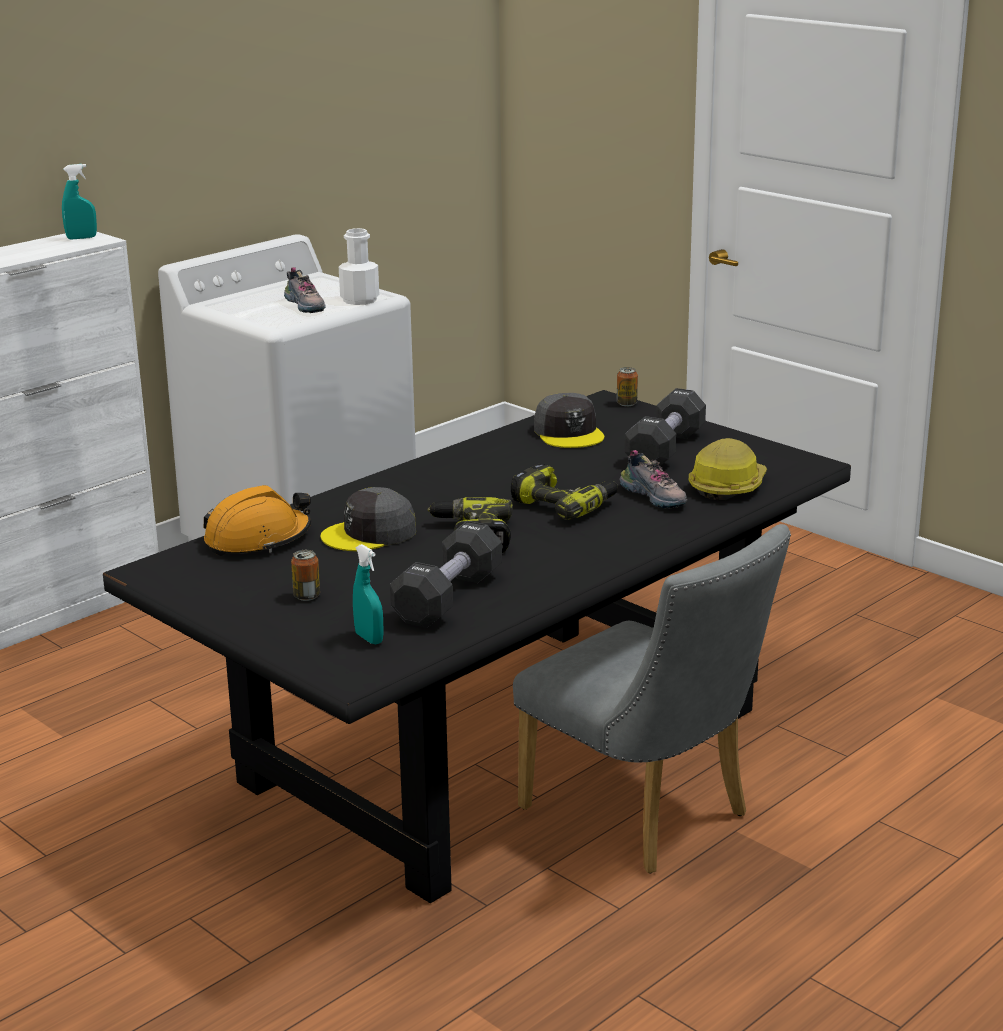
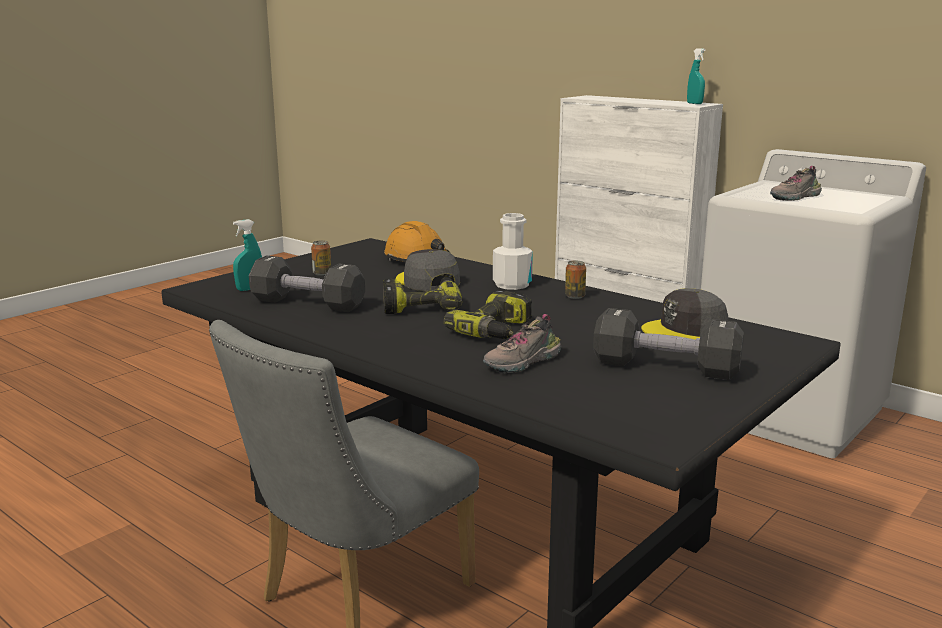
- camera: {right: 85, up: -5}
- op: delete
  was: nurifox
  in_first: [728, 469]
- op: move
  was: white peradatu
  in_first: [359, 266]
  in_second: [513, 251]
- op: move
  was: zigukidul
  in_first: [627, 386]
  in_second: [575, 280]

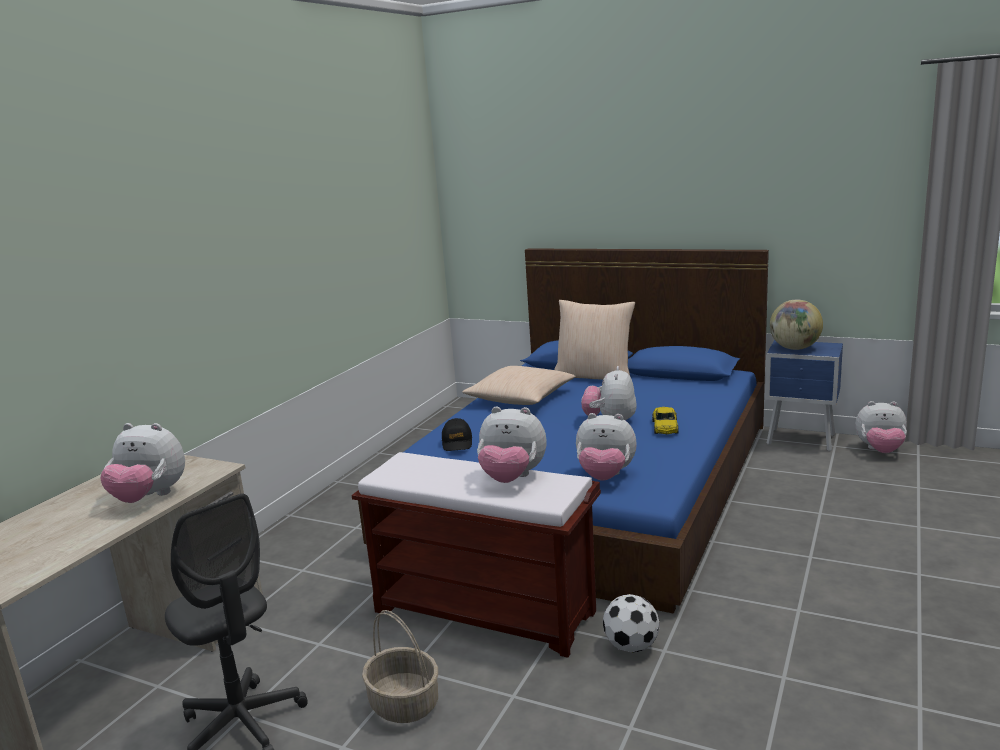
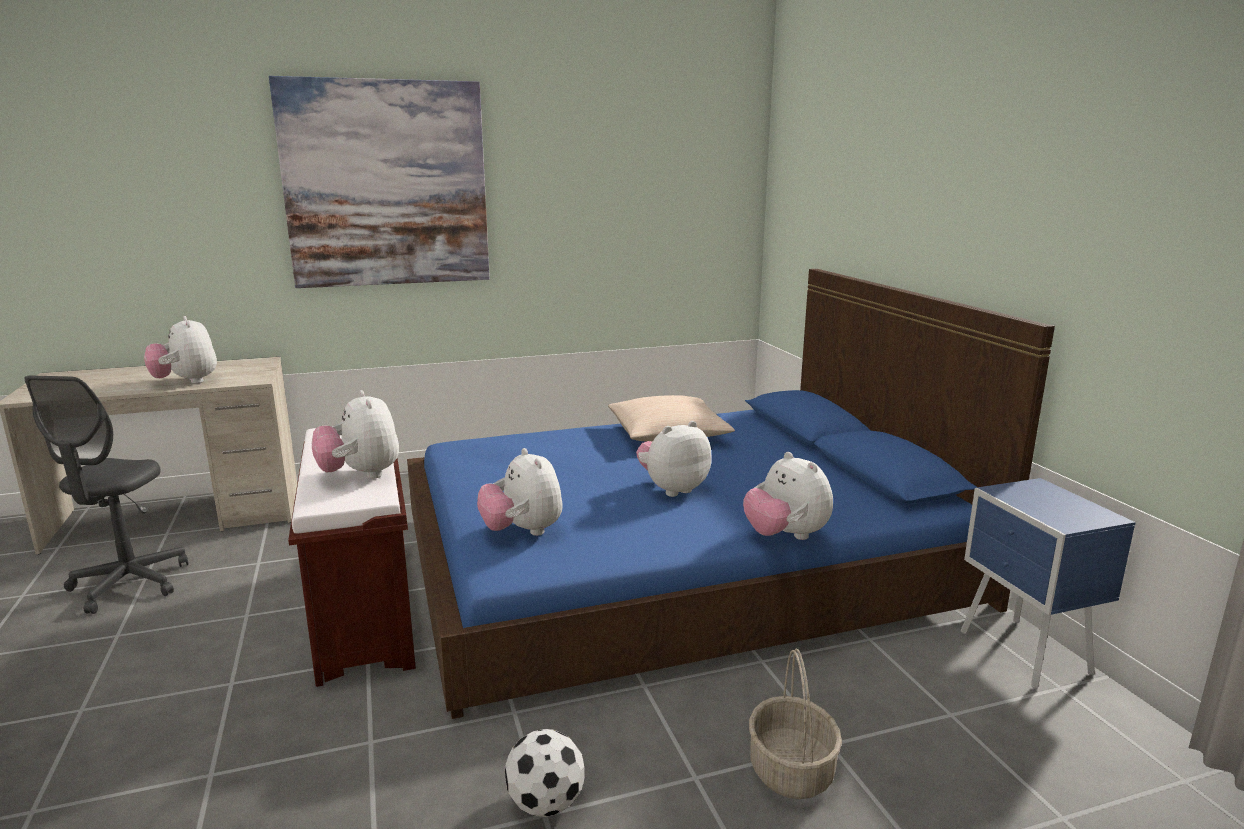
- camera: {right: 45, up: 0}
- op: delete
  was: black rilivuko
  in_first: [457, 434]
- op: delete
  was: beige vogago
  in_first: [594, 340]
- op: delete
  was: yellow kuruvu
  in_first: [665, 420]
- op: delete
  was: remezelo
  in_first: [796, 324]
- op: insert
  now: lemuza
  in_second: [379, 182]
- op: move
  was: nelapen
  in_first: [400, 666]
  in_second: [795, 723]
- op: move
  was: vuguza
  in_first: [631, 623]
  in_second: [545, 773]
- op: move
  was: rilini
  in_first: [881, 427]
  in_second: [788, 496]

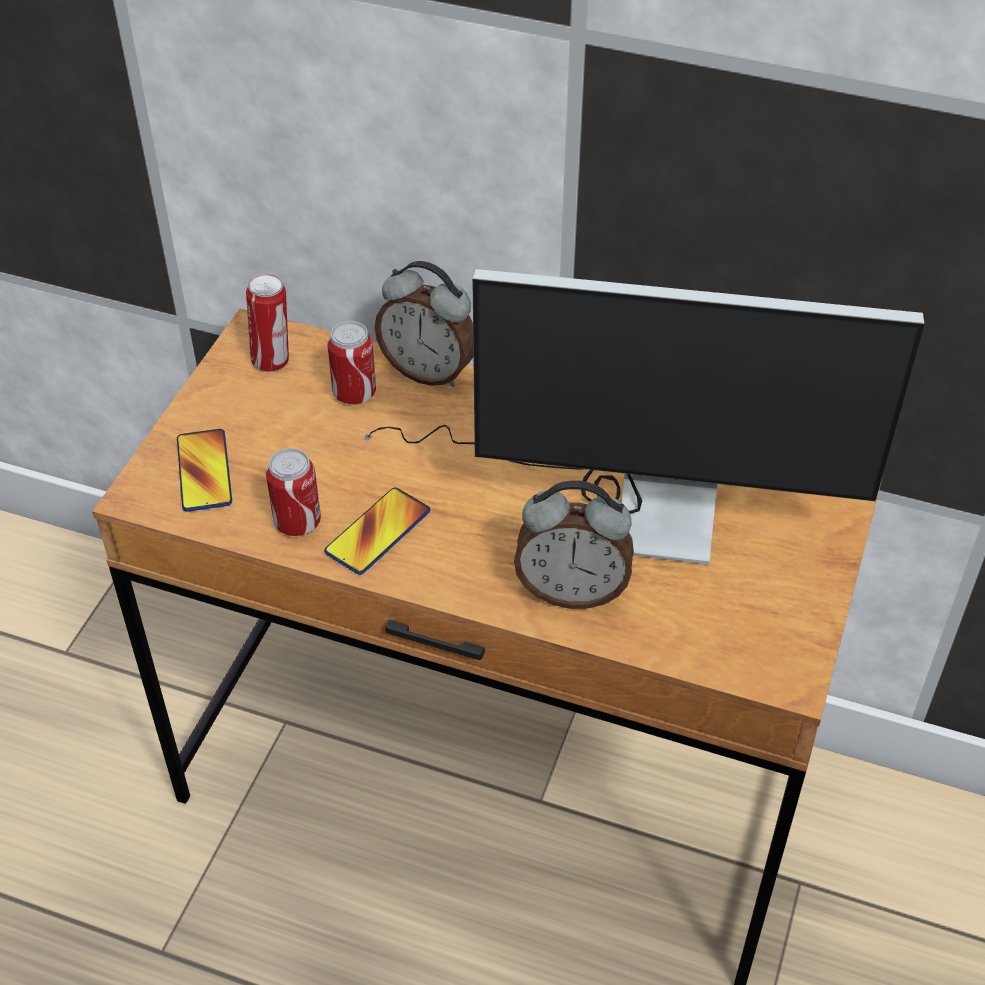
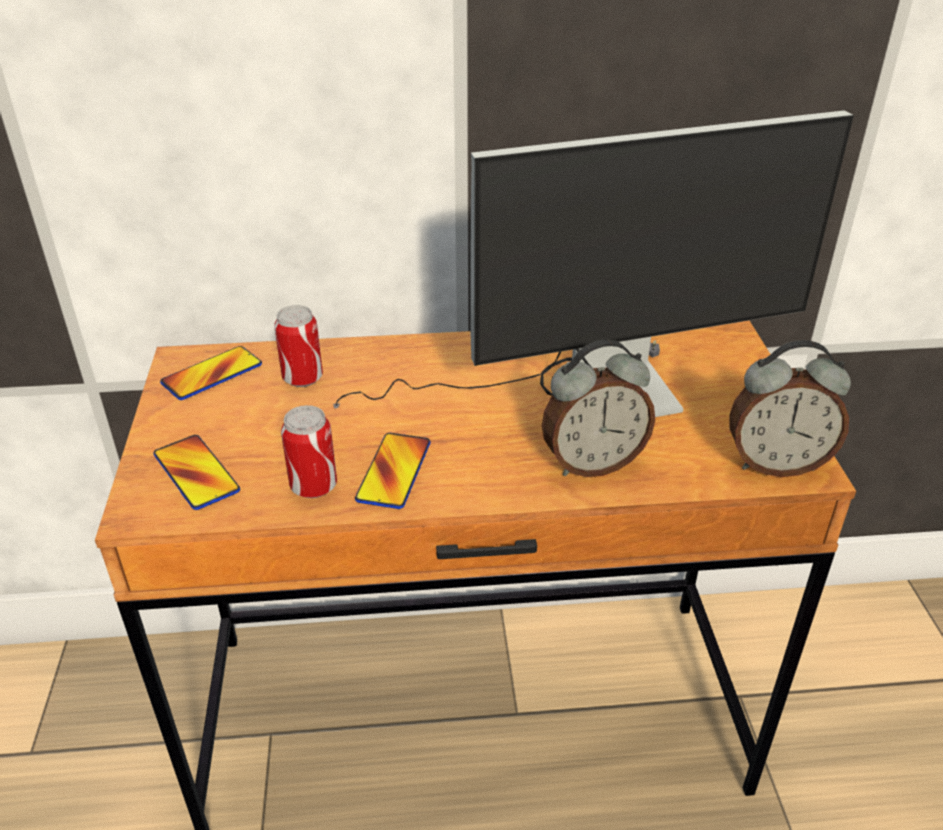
- camera: {right: -25, up: -10}
- op: move
  was: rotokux
  in_first: [424, 324]
  in_second: [790, 408]
- op: replace
  was: zigukidul
  now: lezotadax
  in_first: [267, 323]
  in_second: [211, 373]

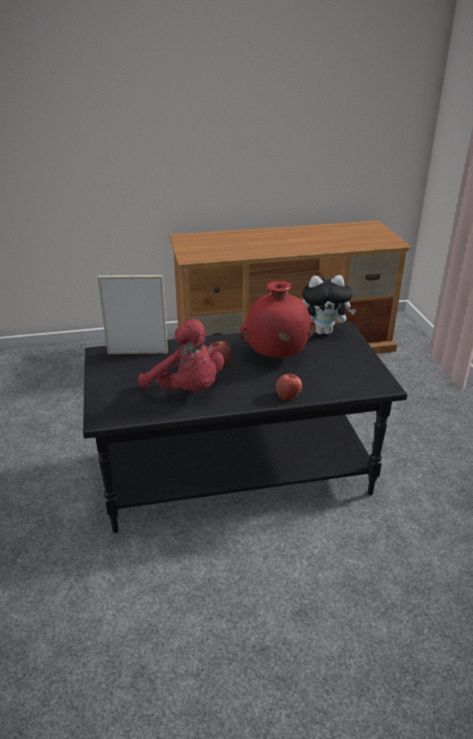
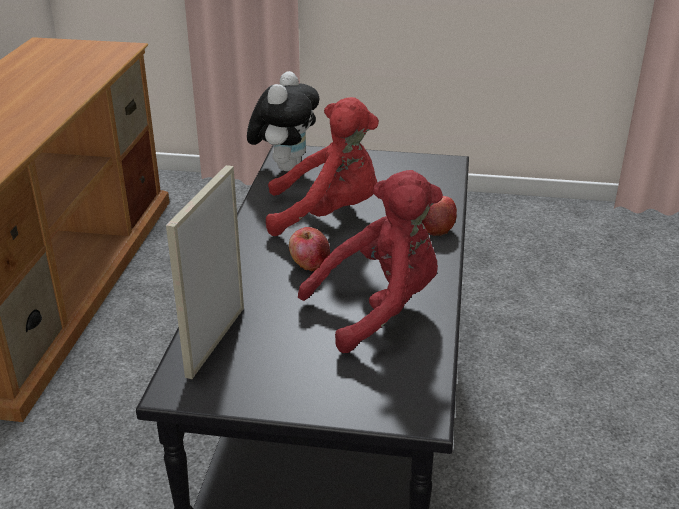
- camera: {right: -70, up: 0}
- op: replace
  was: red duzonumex
  now: red rilini
  in_first: [278, 319]
  in_second: [322, 166]

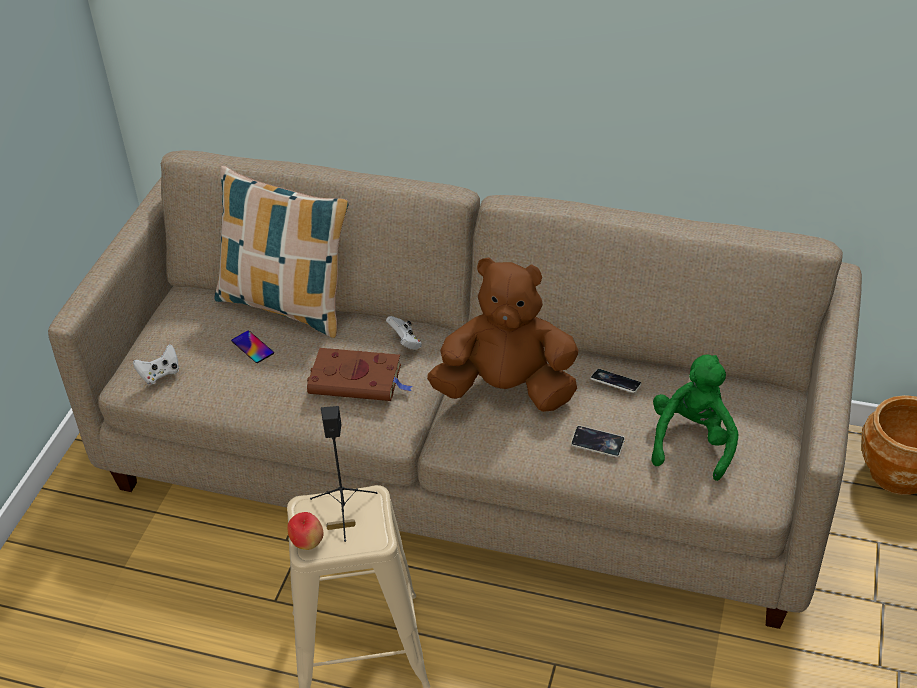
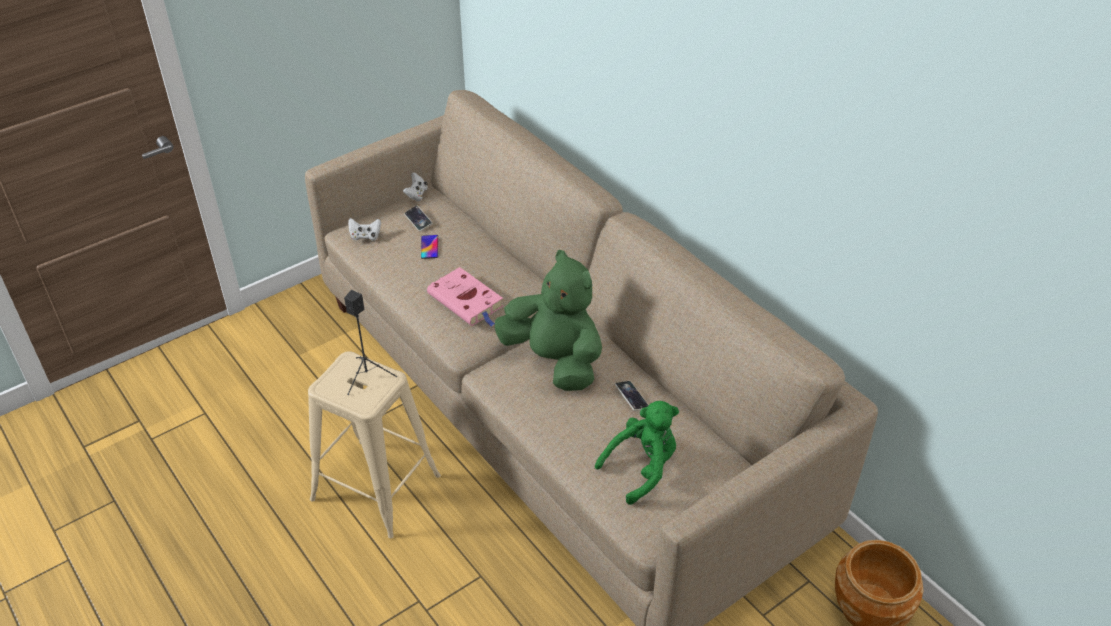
- camera: {right: 35, up: 0}
- op: delete
  was: vogago
  in_first: [281, 252]
- op: delete
  was: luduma
  in_first: [305, 531]
- op: move
  was: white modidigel
  in_first: [404, 333]
  in_second: [415, 186]
- op: move
  was: lezotadax
  in_first: [598, 441]
  in_second: [418, 218]
- op: recolor
  was: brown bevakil
  now: pink bevakil
  in_first: [360, 374]
  in_second: [465, 297]
- op: recolor
  was: brown rilini
  now: green rilini
  in_first: [503, 334]
  in_second: [548, 320]

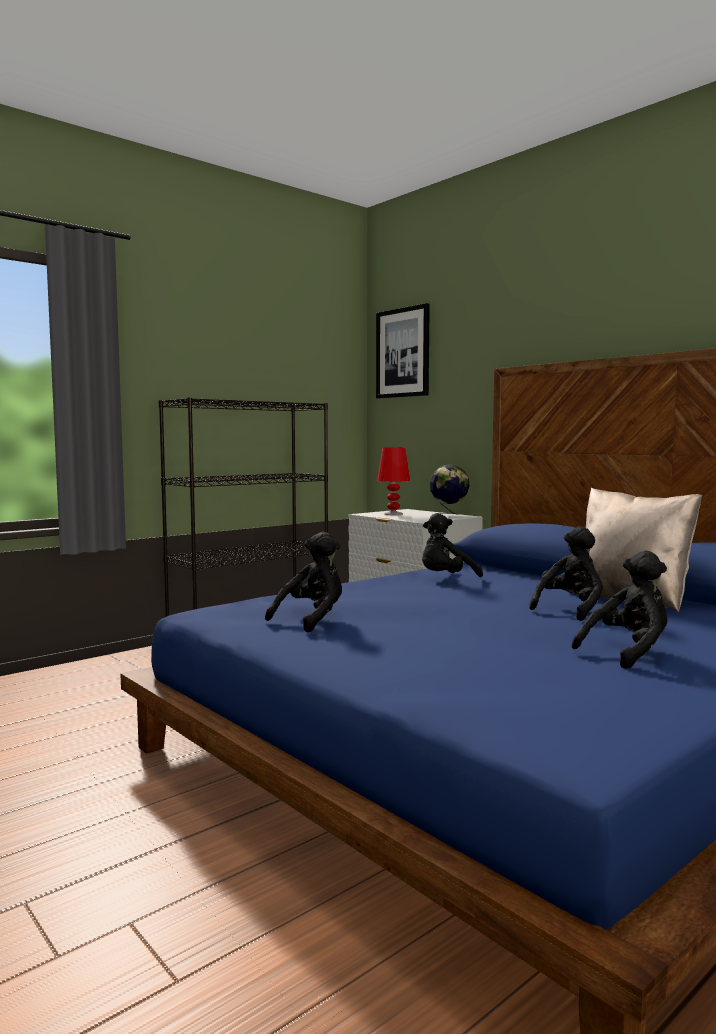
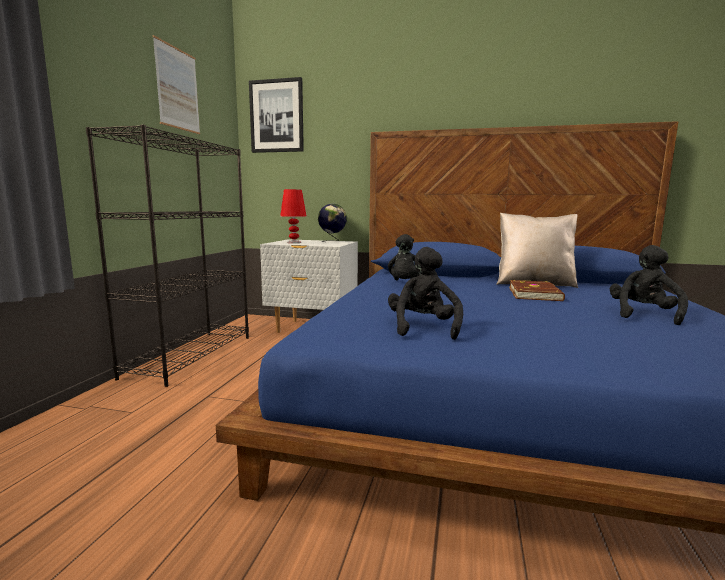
- camera: {right: -35, up: 5}
- op: insert
  now: lemuza
  in_second: [176, 84]
- op: replace
  was: black rilini
  now: brown bevakil
  in_first: [566, 573]
  in_second: [537, 290]

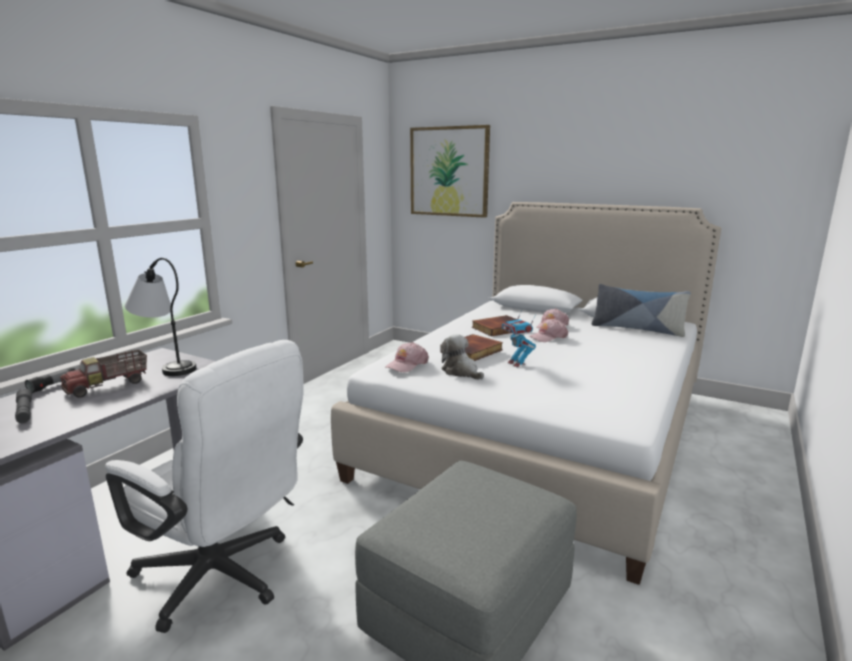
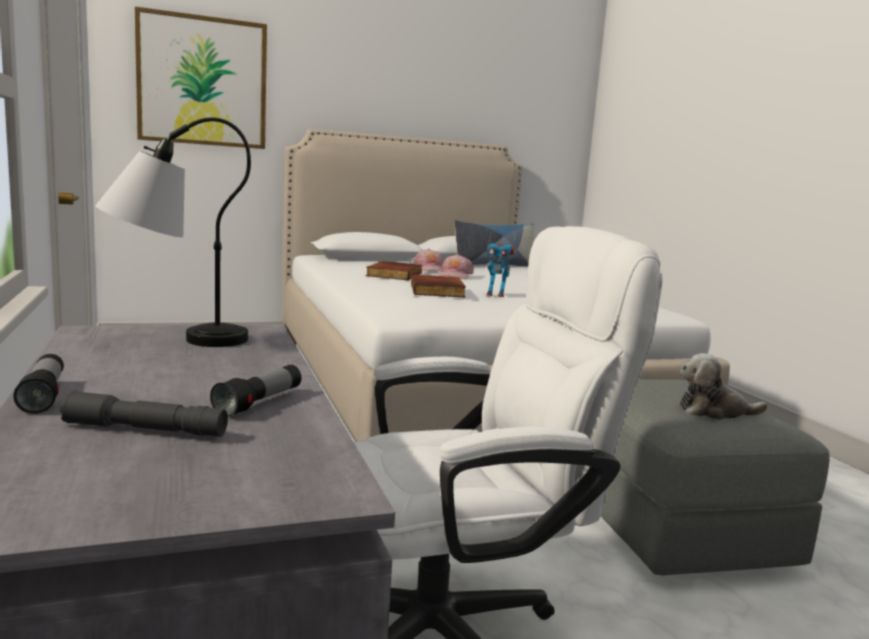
- camera: {right: -50, up: -5}
- op: delete
  was: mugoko
  in_first: [103, 373]
- op: delete
  was: pink rilivuko
  in_first: [407, 357]
- op: insert
  now: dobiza
  in_second: [255, 391]
- op: move
  was: rilini
  in_first: [462, 357]
  in_second: [724, 386]

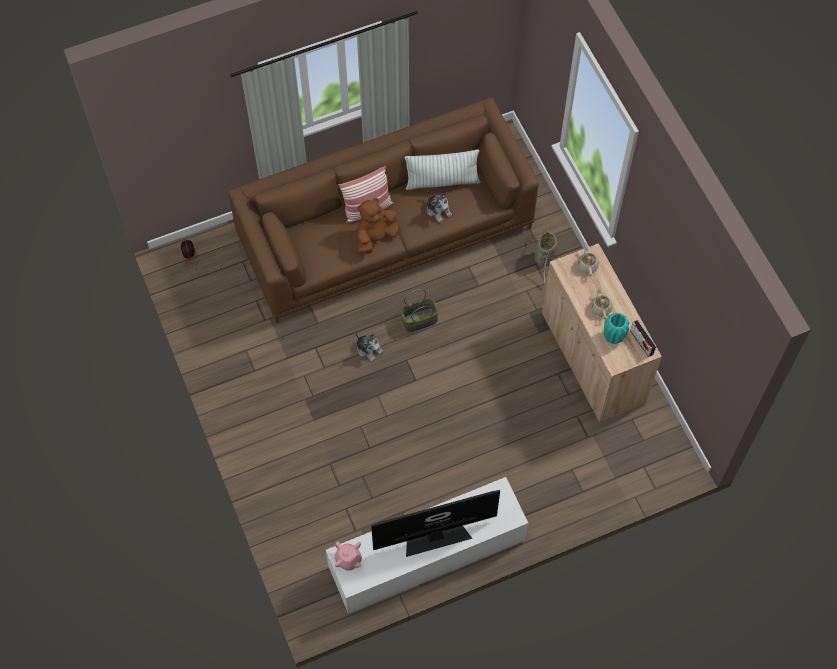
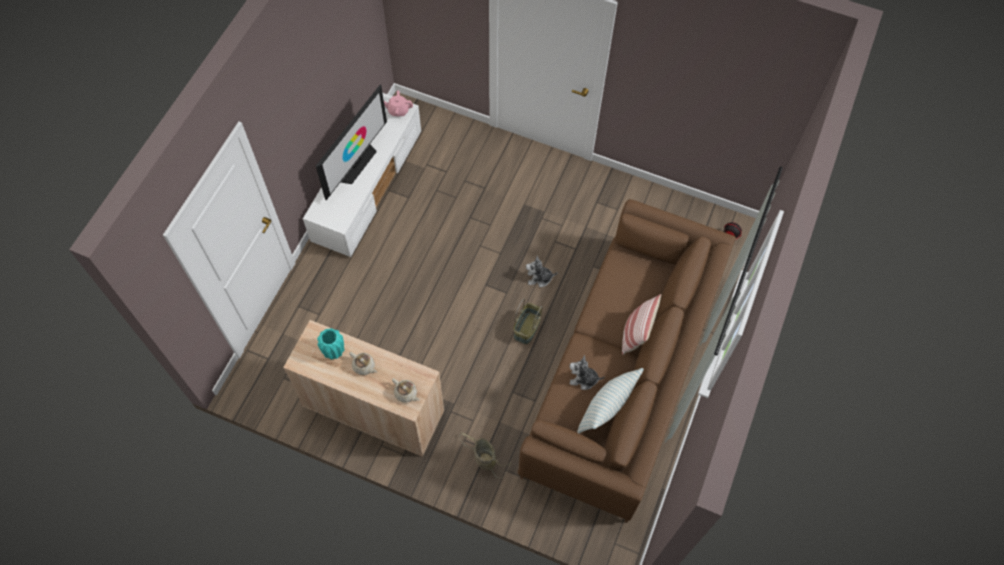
- camera: {right: 135, up: 0}
- op: delete
  was: brown rilini
  in_first: [378, 226]
- op: delete
  was: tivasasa
  in_first: [643, 338]

